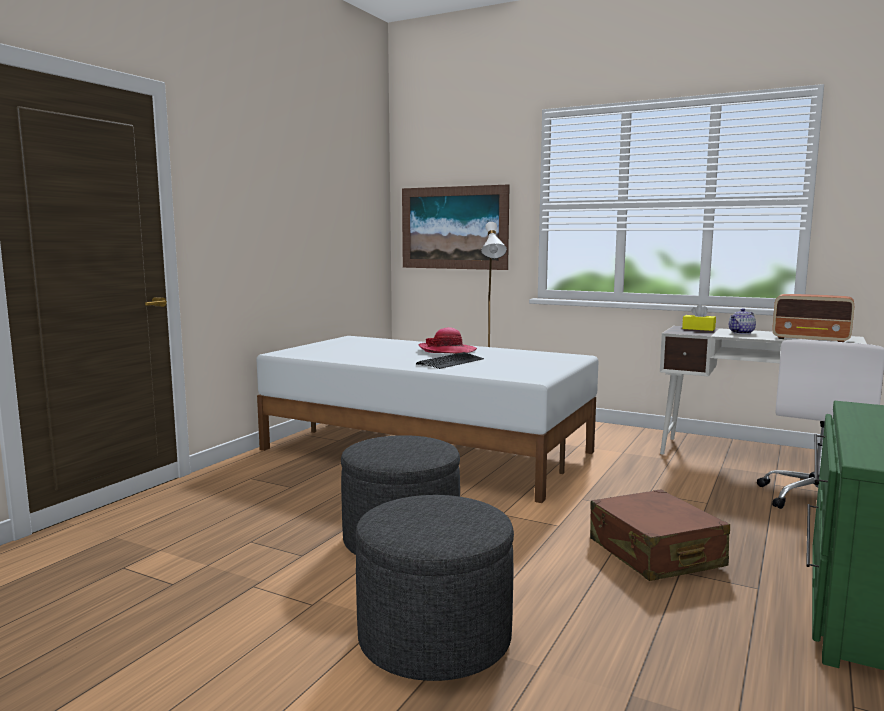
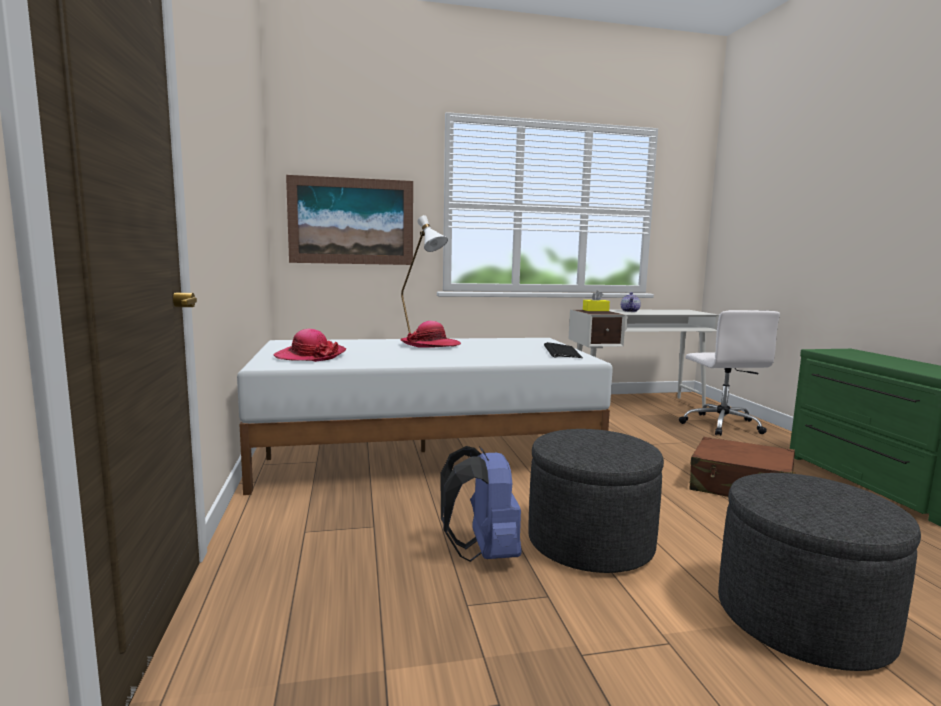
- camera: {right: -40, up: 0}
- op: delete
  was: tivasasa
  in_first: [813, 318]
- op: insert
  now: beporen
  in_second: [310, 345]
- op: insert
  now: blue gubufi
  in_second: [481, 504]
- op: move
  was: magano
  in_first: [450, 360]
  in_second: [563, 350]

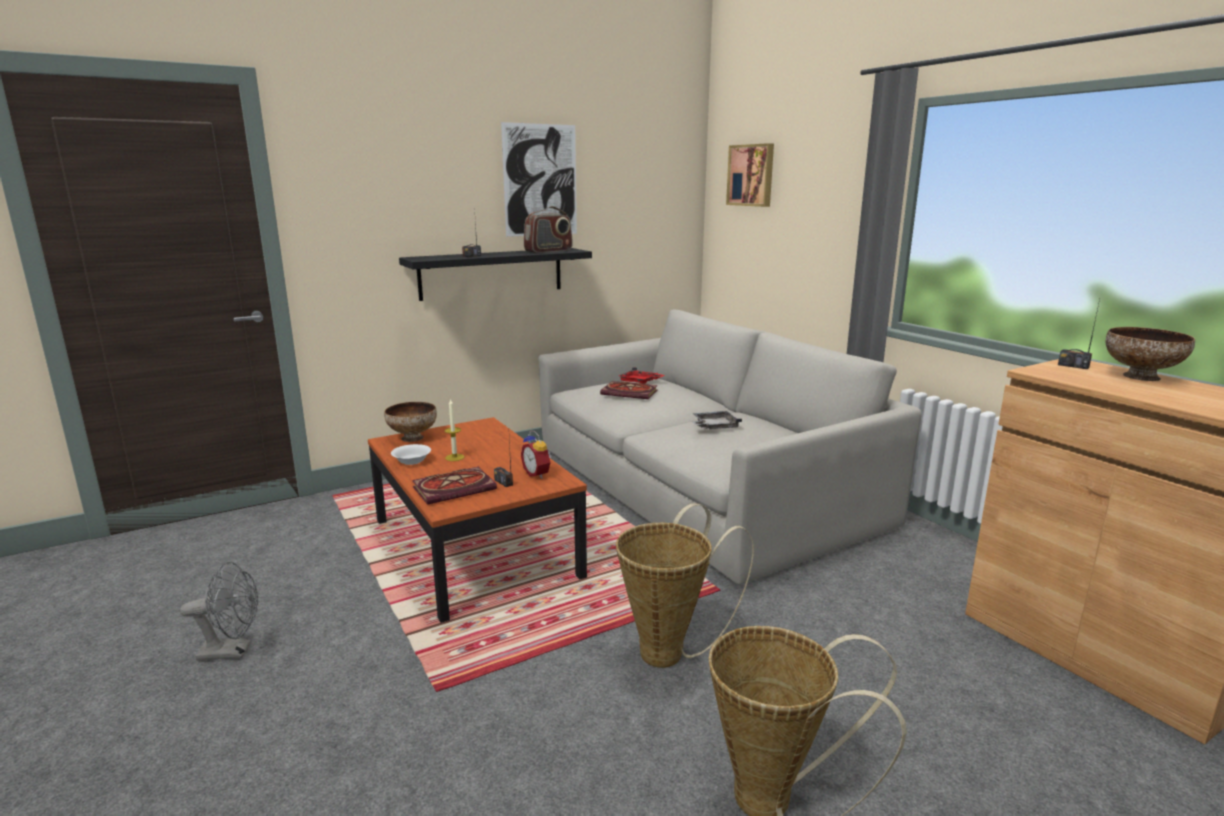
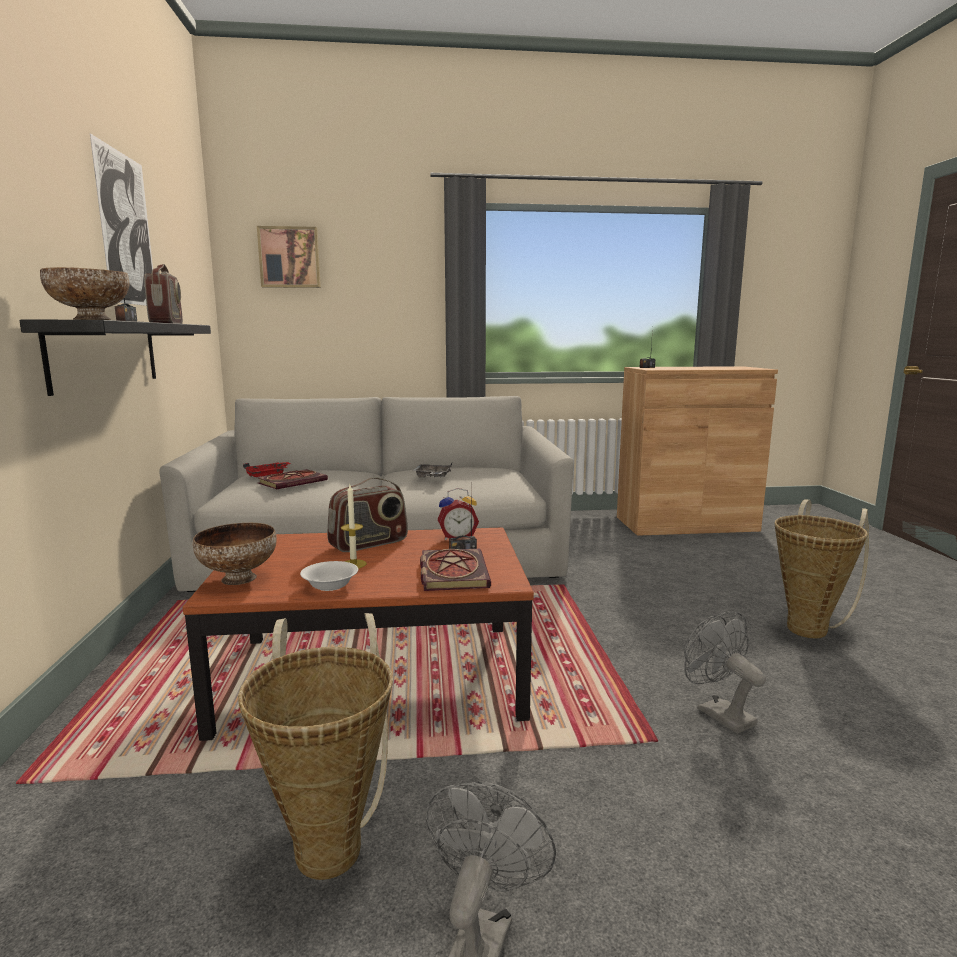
- camera: {right: -65, up: -5}
- op: insert
  now: tivasasa
  in_second: [367, 514]
- op: insert
  now: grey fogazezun
  in_second: [725, 672]
- op: move
  was: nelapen
  in_first: [685, 585]
  in_second: [315, 746]
- op: move
  was: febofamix
  in_first: [1150, 354]
  in_second: [84, 293]

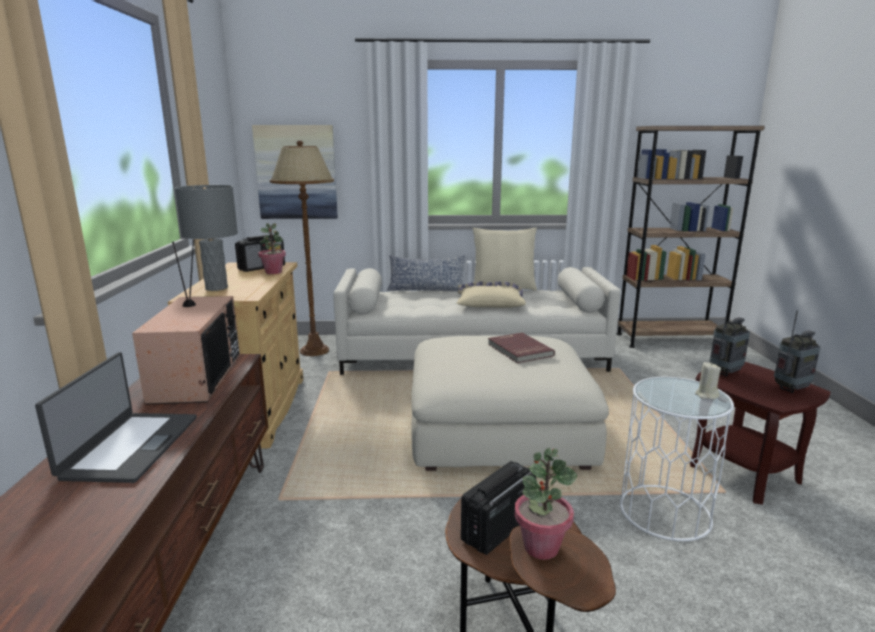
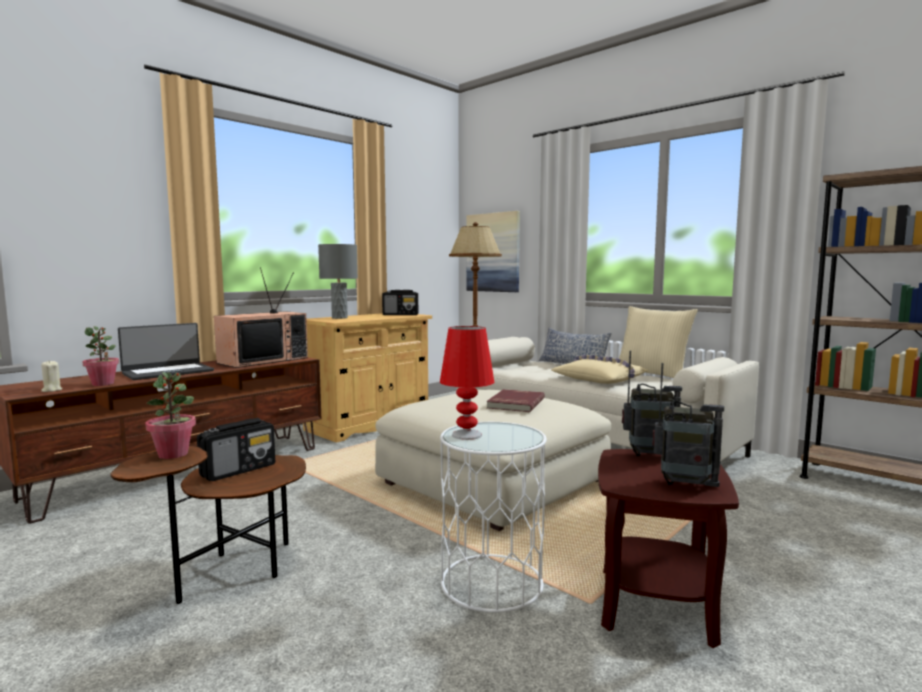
- camera: {right: 45, up: -10}
- op: insert
  now: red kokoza
  in_second: [467, 383]
- op: move
  was: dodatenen
  in_first: [272, 248]
  in_second: [100, 356]
- op: move
  was: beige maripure
  in_first: [708, 380]
  in_second: [52, 376]
- op: rotate
  was: tivasasa
  in_first: [498, 508]
  in_second: [236, 449]
  clockwise: 135

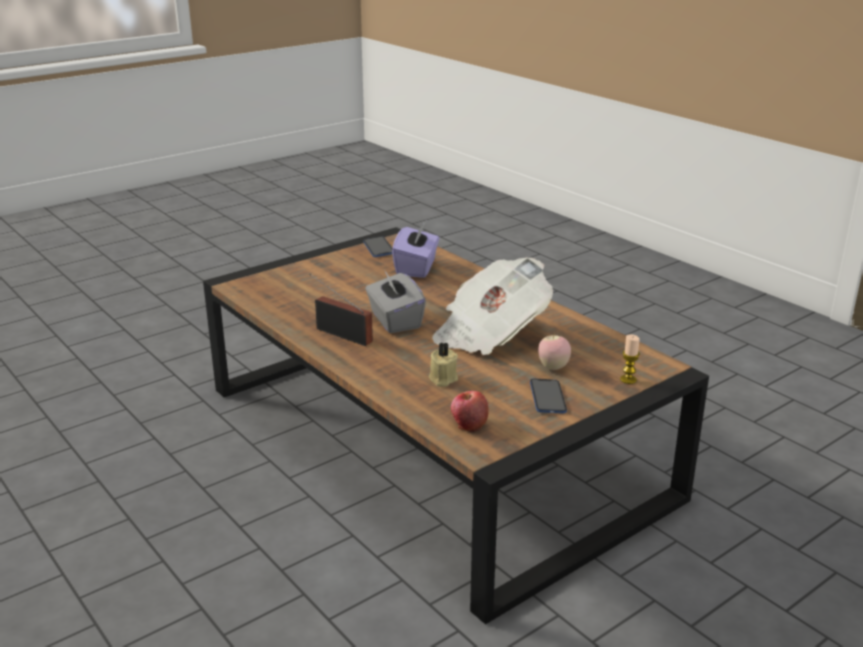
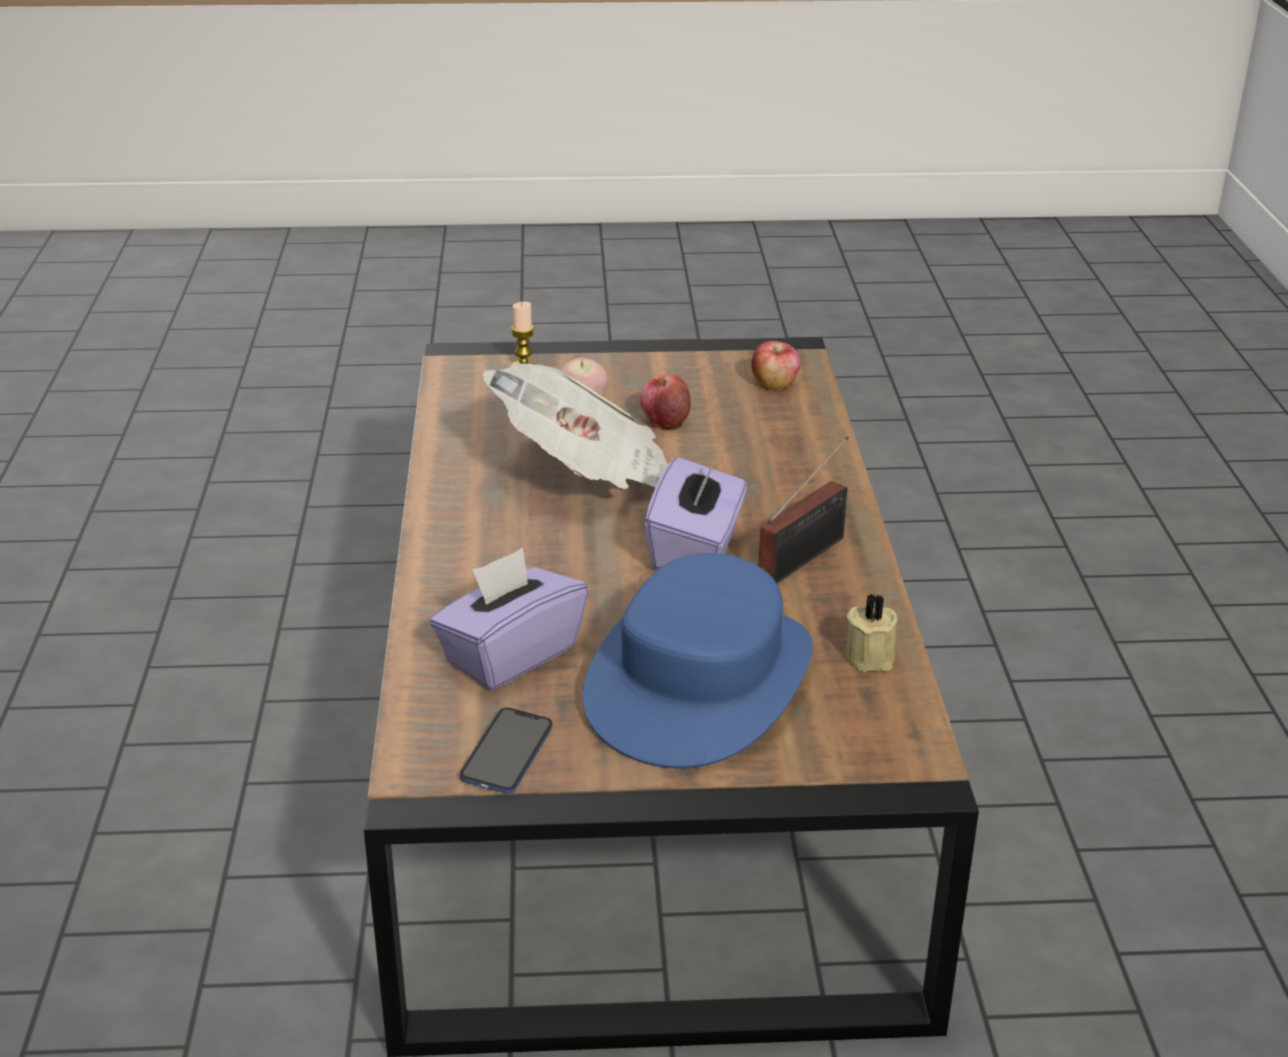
- camera: {right: -145, up: 5}
- op: delete
  was: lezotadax
  in_first: [548, 396]
- op: insert
  now: blue beporen
  in_second: [698, 661]
- op: insert
  now: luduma
  in_second: [665, 402]
- op: move
  was: beige maripure
  in_first: [443, 364]
  in_second: [872, 633]
- op: recolor
  was: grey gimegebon
  now: purple gimegebon
  in_first: [395, 302]
  in_second: [696, 512]
- op: rotate
  was: tivasasa
  in_first: [341, 310]
  in_second: [804, 509]
  clockwise: -120

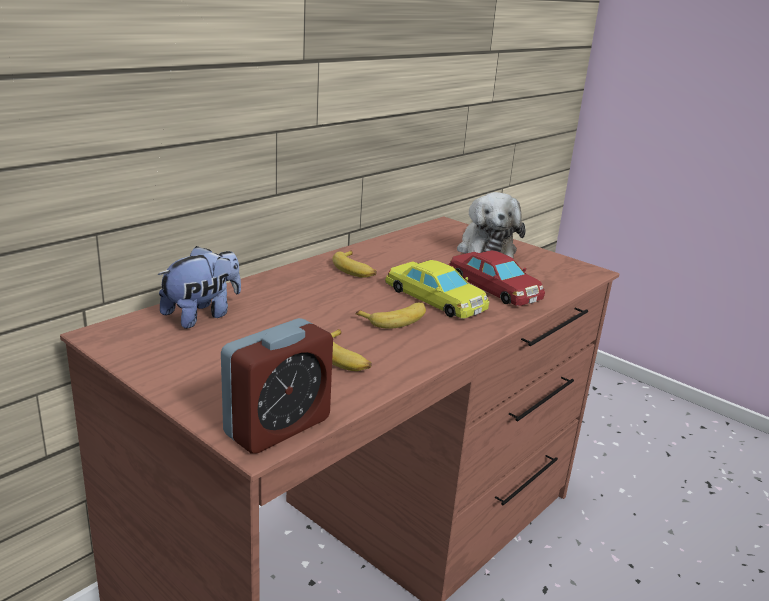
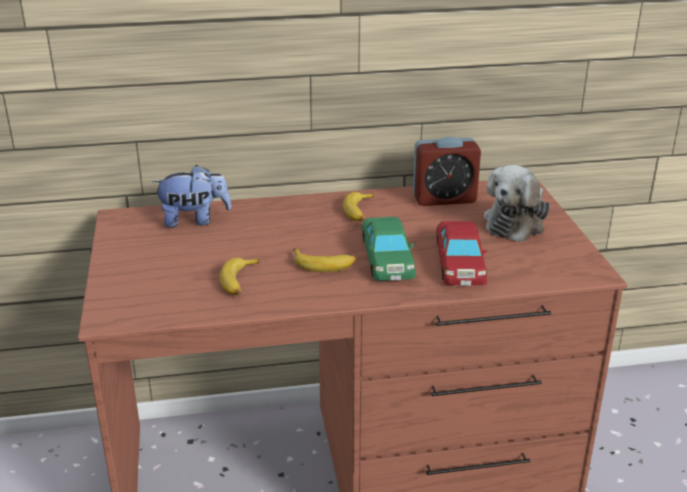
- camera: {right: 40, up: 5}
- op: move
  was: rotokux
  in_first: [277, 386]
  in_second: [447, 171]
- op: recolor
  was: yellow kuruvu
  now: green kuruvu
  in_first: [437, 289]
  in_second: [388, 249]

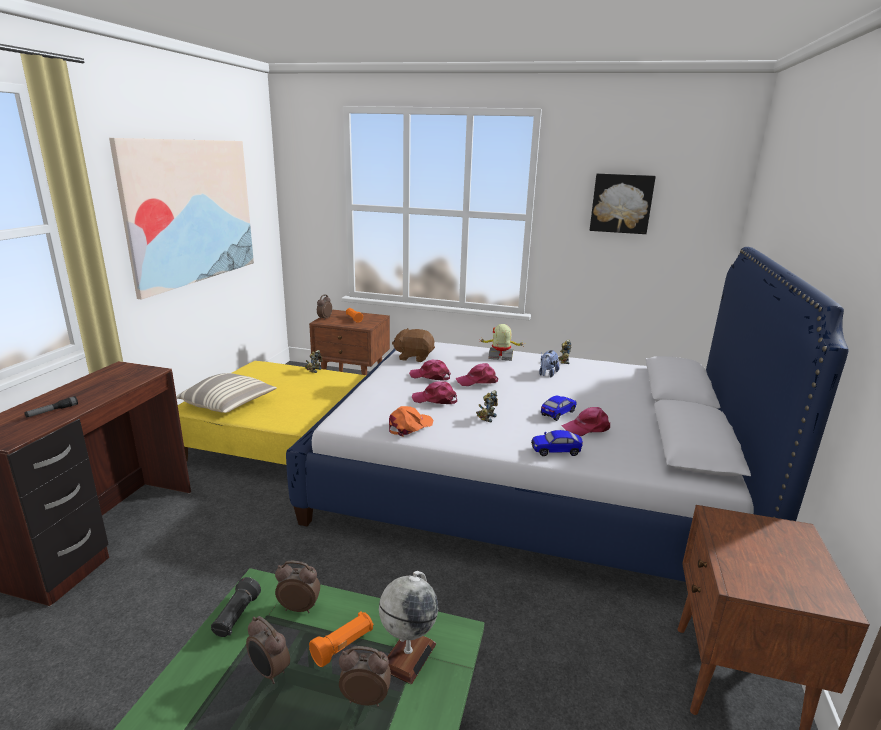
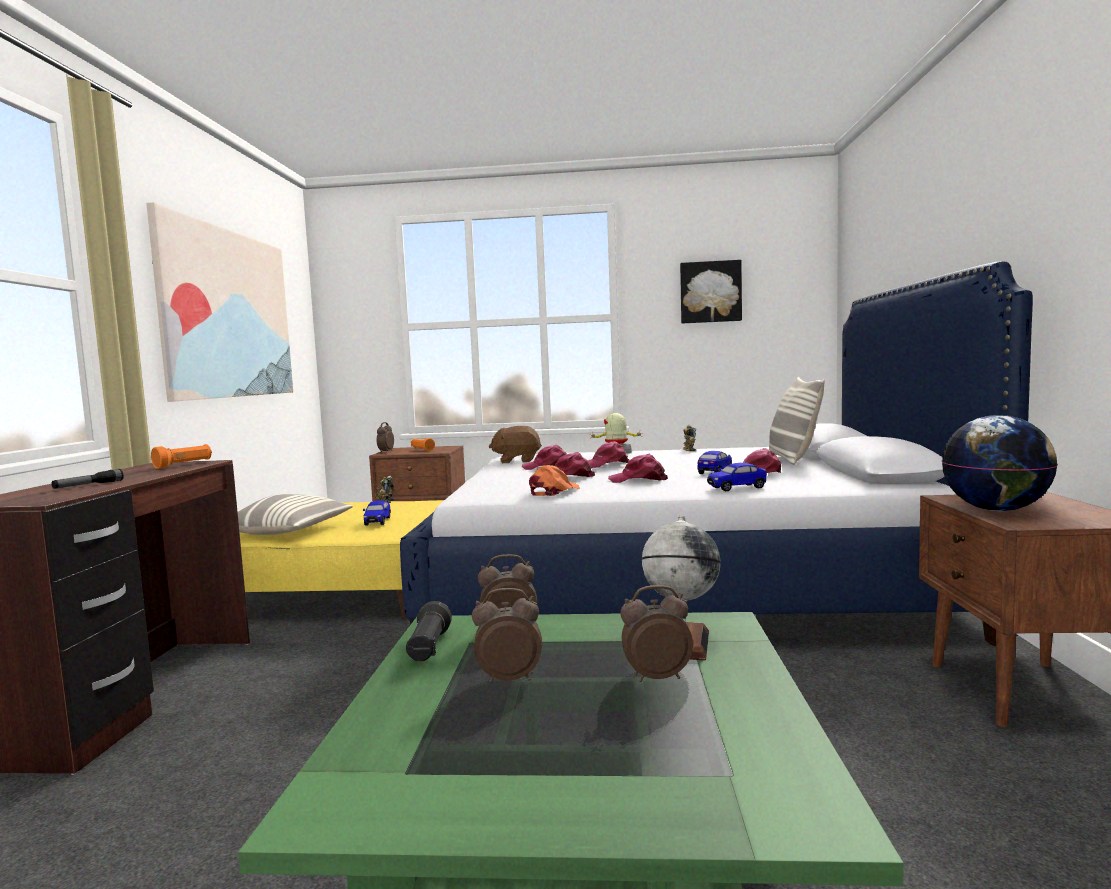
- camera: {right: -10, up: -15}
- op: delete
  was: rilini
  in_first: [549, 363]
- op: insert
  now: kuruvu
  in_second: [377, 513]
- op: insert
  now: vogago
  in_second: [796, 421]
- op: insert
  now: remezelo
  in_second: [1000, 463]
- op: move
  was: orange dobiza
  in_first: [341, 639]
  in_second: [181, 456]
- op: replace
  was: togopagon
  now: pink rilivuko
  in_first: [487, 406]
  in_second: [638, 468]
- op: rotate
  was: rotokux
  in_first: [268, 650]
  in_second: [507, 635]
  clockwise: 150

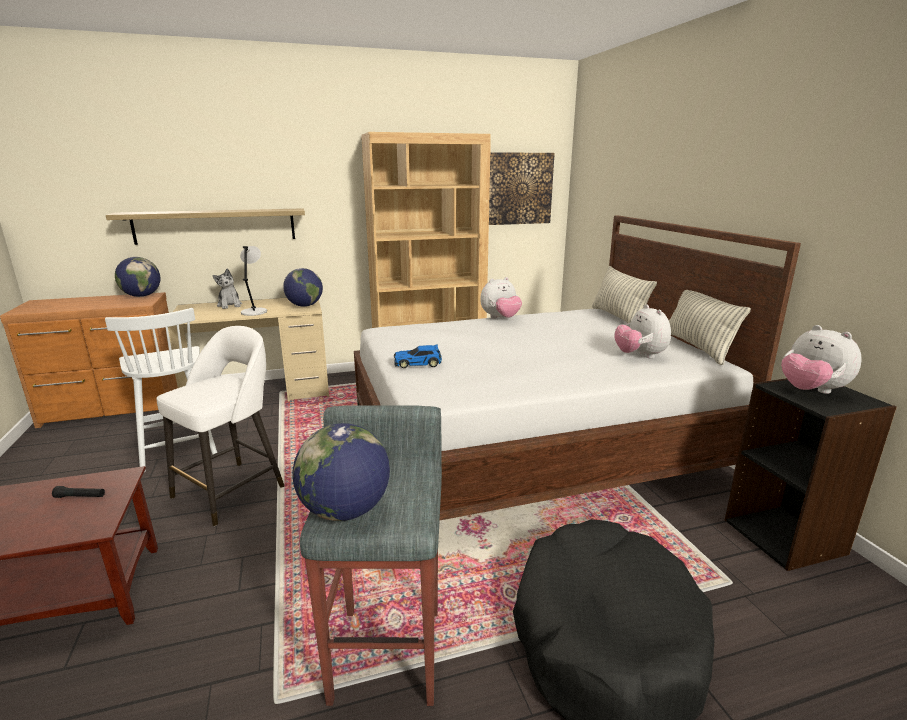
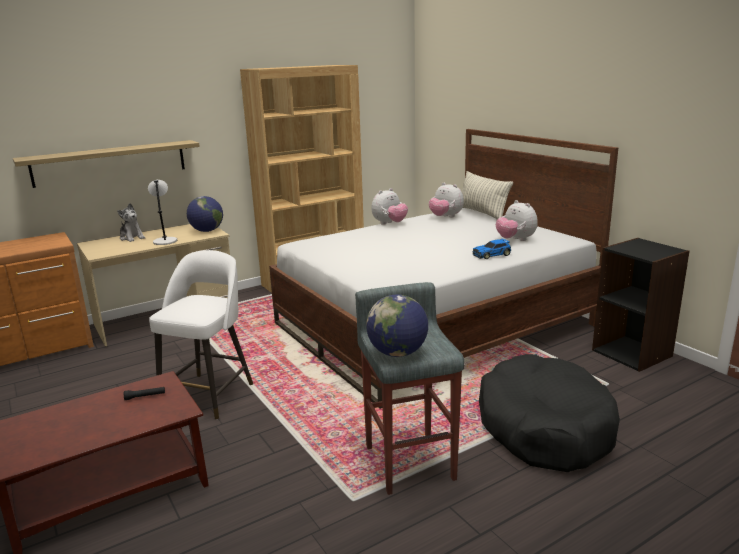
- camera: {right: -15, up: 0}
- op: delete
  was: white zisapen
  in_first: [161, 390]
- op: delete
  was: remezelo
  in_first: [137, 277]
- op: delete
  was: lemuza
  in_first: [522, 188]
- op: delete
  was: vogago
  in_first: [710, 327]
- op: move
  was: kuruvu
  in_first: [418, 356]
  in_second: [492, 248]
- op: move
  was: rilini
  in_first: [821, 359]
  in_second: [446, 200]

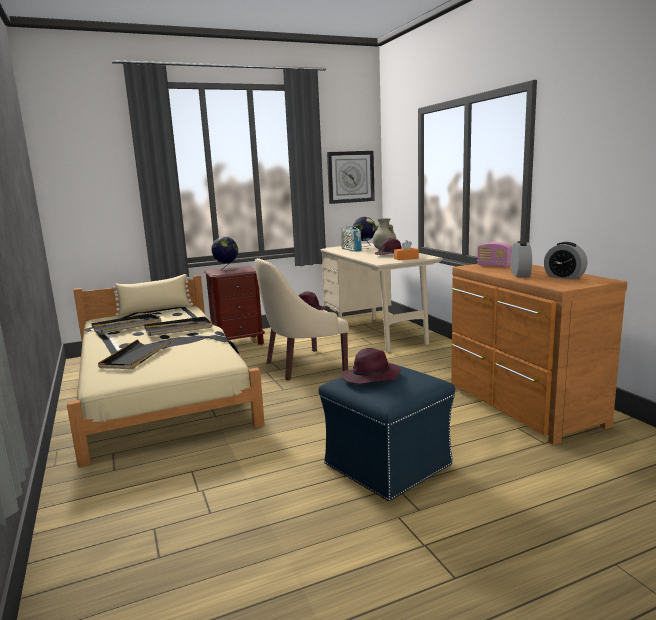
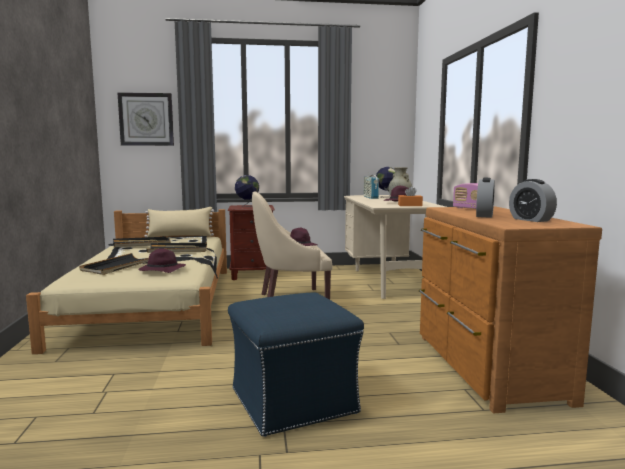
- camera: {right: 15, up: -5}
- op: move
  was: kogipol
  in_first: [351, 177]
  in_second: [145, 119]
- op: move
  was: purple beporen
  in_first: [371, 365]
  in_second: [162, 260]

